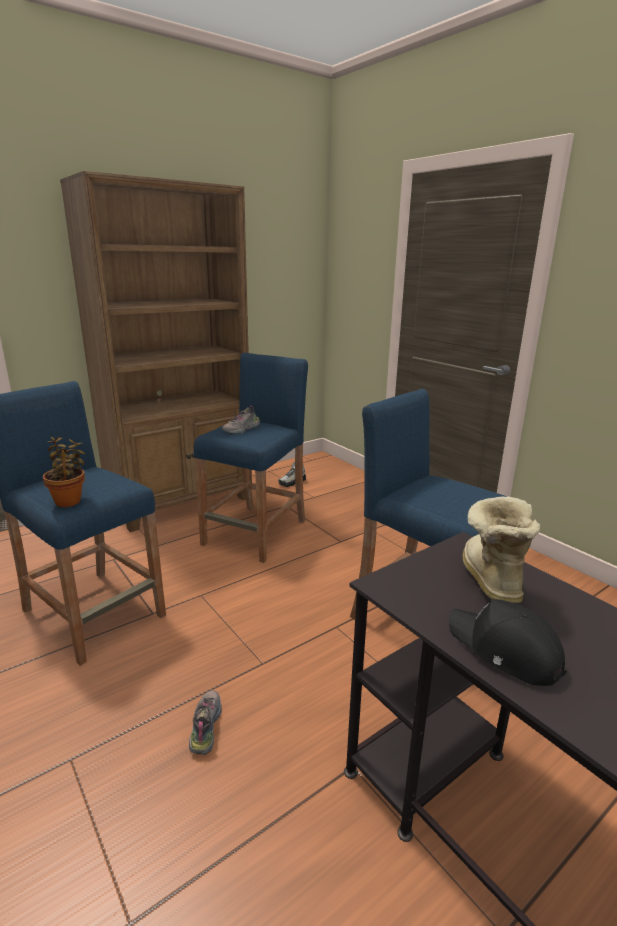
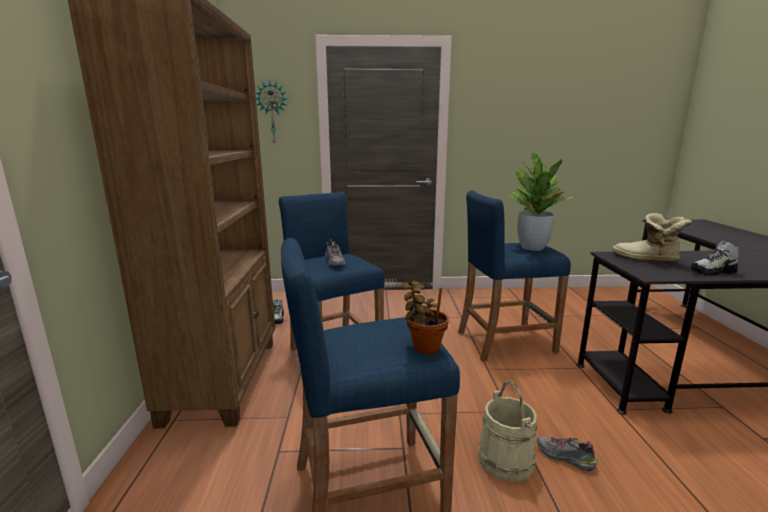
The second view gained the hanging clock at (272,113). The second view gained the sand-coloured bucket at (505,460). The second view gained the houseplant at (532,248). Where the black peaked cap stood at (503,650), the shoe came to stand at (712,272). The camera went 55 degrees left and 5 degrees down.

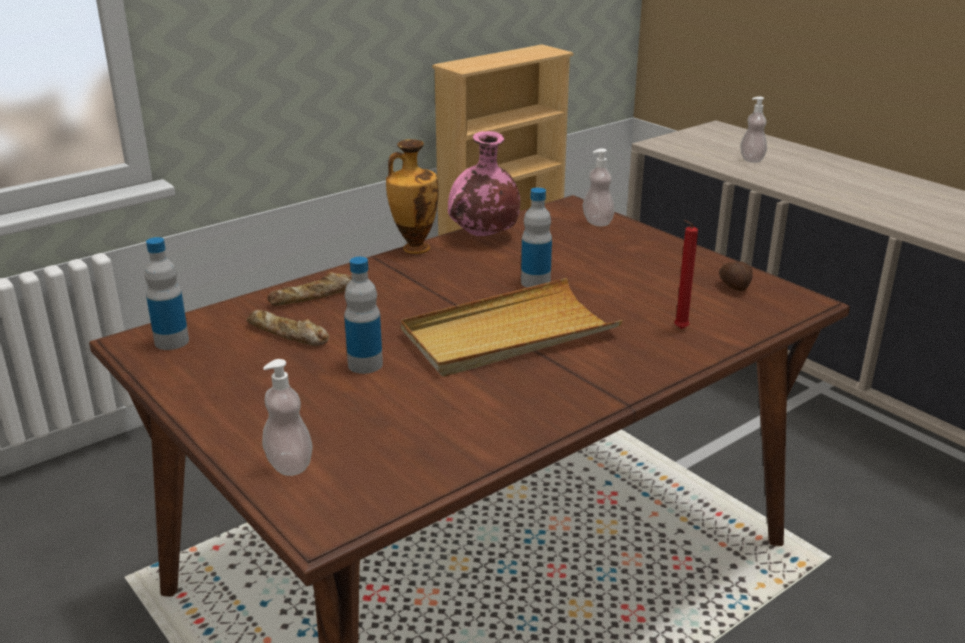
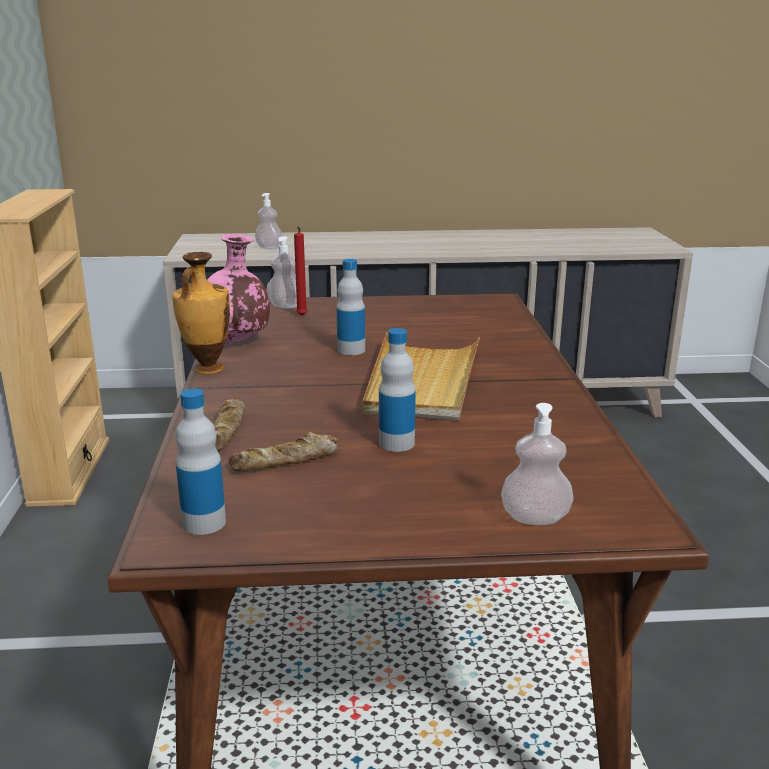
The red wax candle ended up elsewhere, having gone from (679,329) to (301,316). The second view lost the whole potato at (735,287). The camera went 55 degrees left and 5 degrees down.

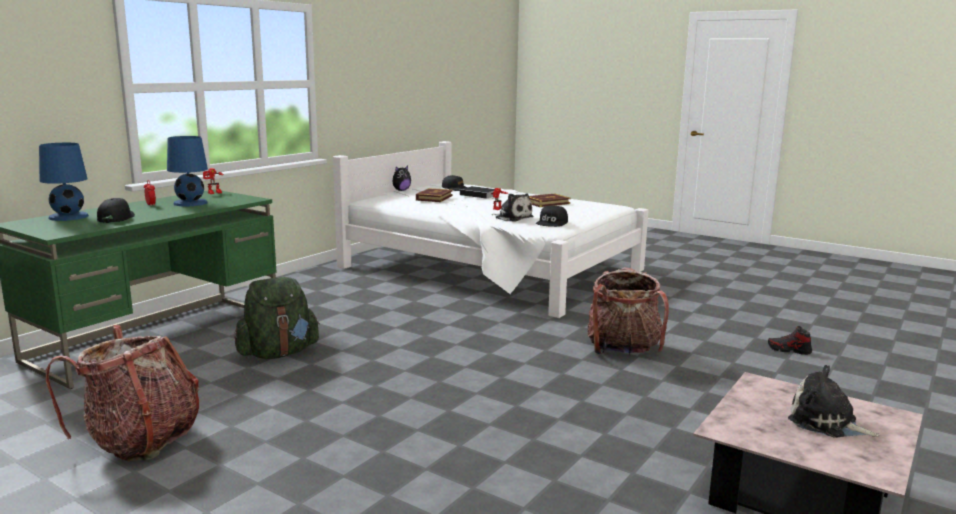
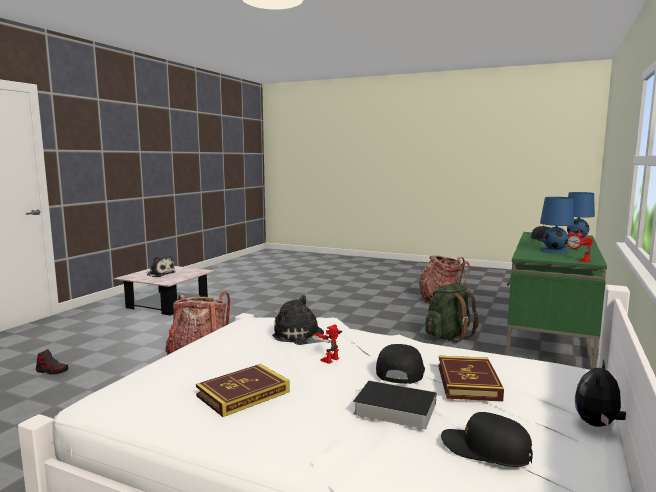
The black peaked cap ended up elsewhere, having gone from (552,223) to (399,370). The camera went 170 degrees right and 5 degrees down.

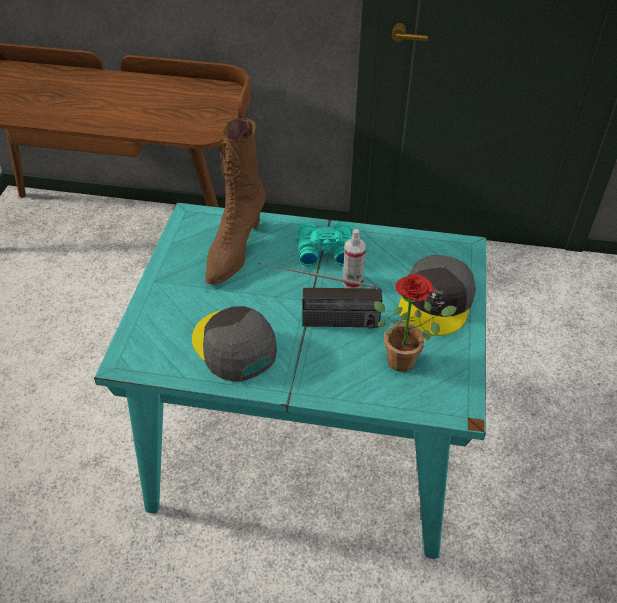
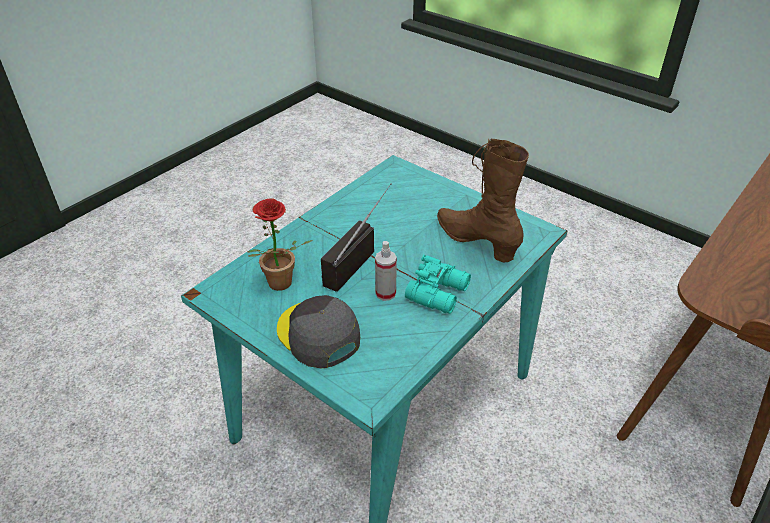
The second view lost the gray peaked cap at (233,346). The camera went 120 degrees right and 5 degrees down.

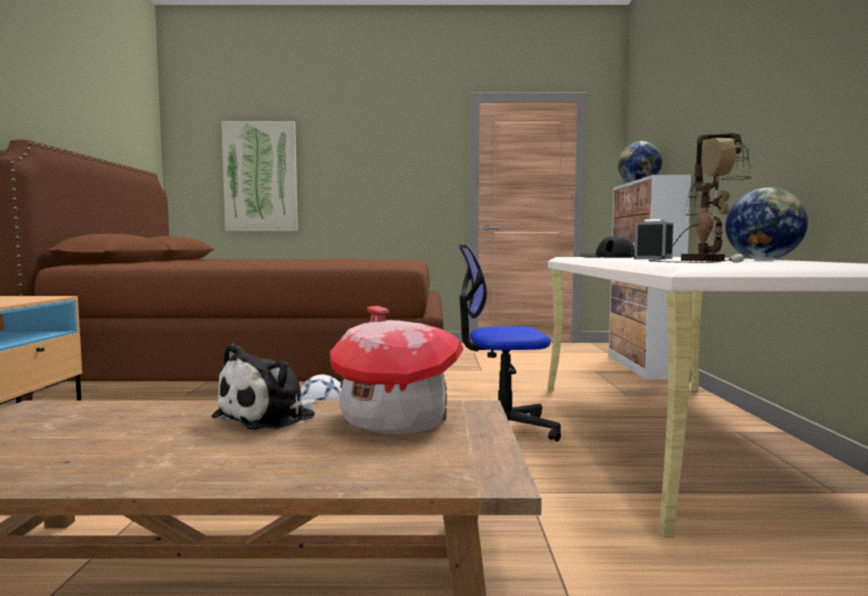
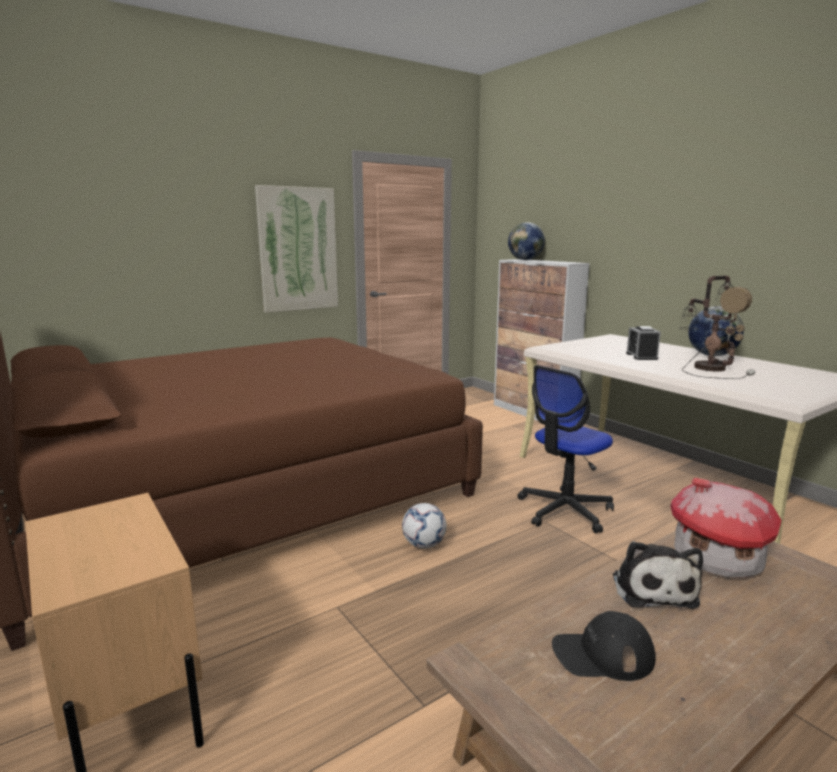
The wall art ended up elsewhere, having gone from (260,177) to (298,249). The black peaked cap ended up elsewhere, having gone from (607,257) to (602,654). The camera went 35 degrees left and 10 degrees up.

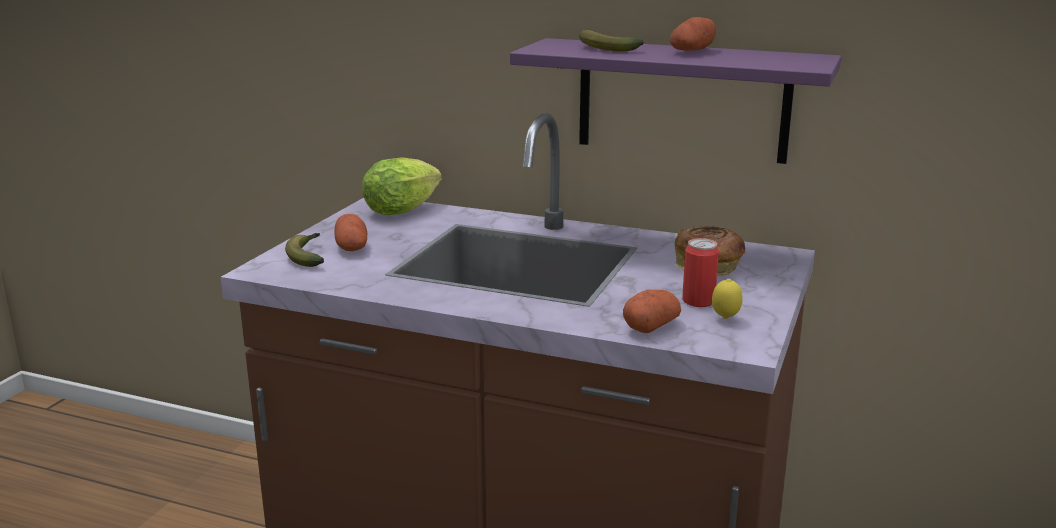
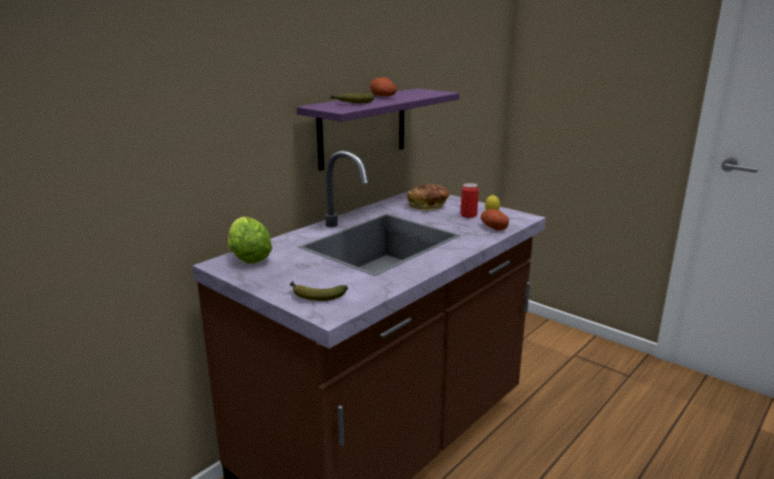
The second view lost the whole potato at (351,247). The camera went 70 degrees left and 0 degrees up.

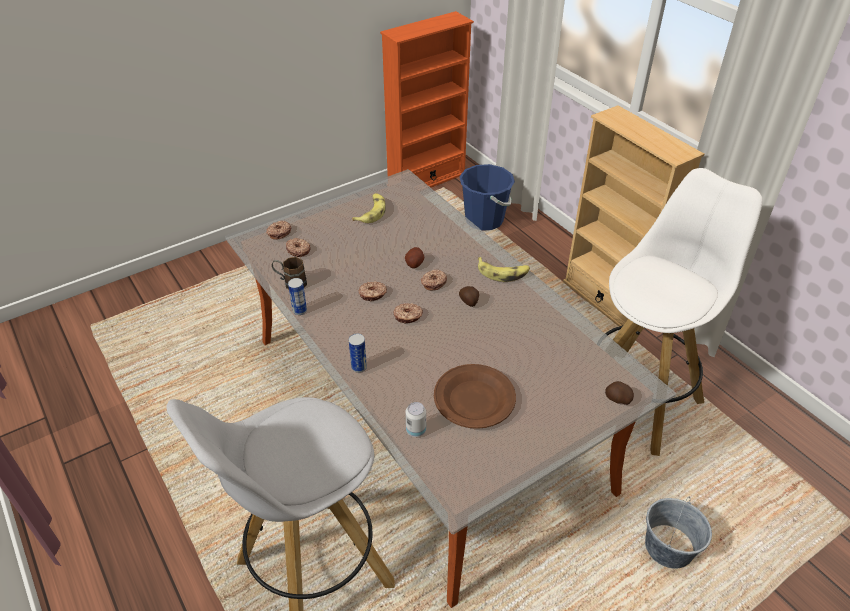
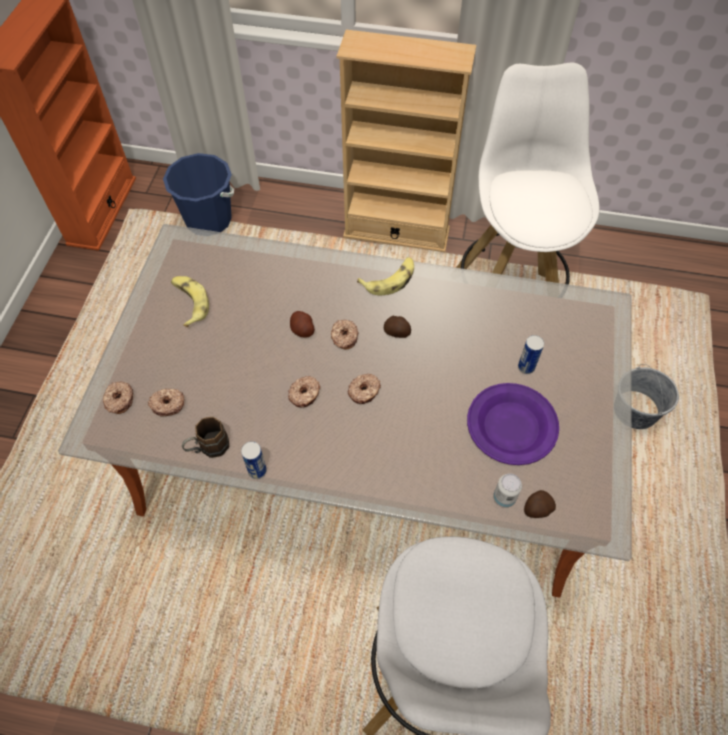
What was the brown plate at (473,399) turned into the purple plate at (510,426). The sealed can ended up elsewhere, having gone from (359,367) to (526,367). The whole potato ended up elsewhere, having gone from (617,399) to (536,509). The camera went 45 degrees left and 15 degrees up.

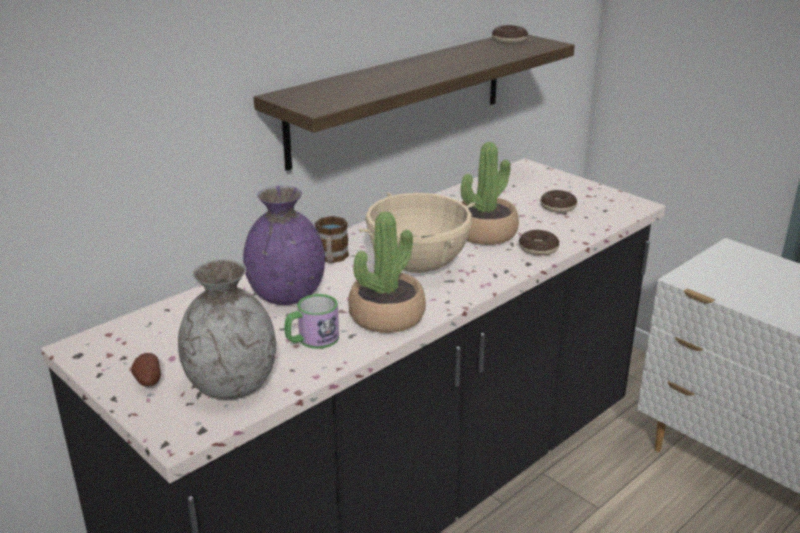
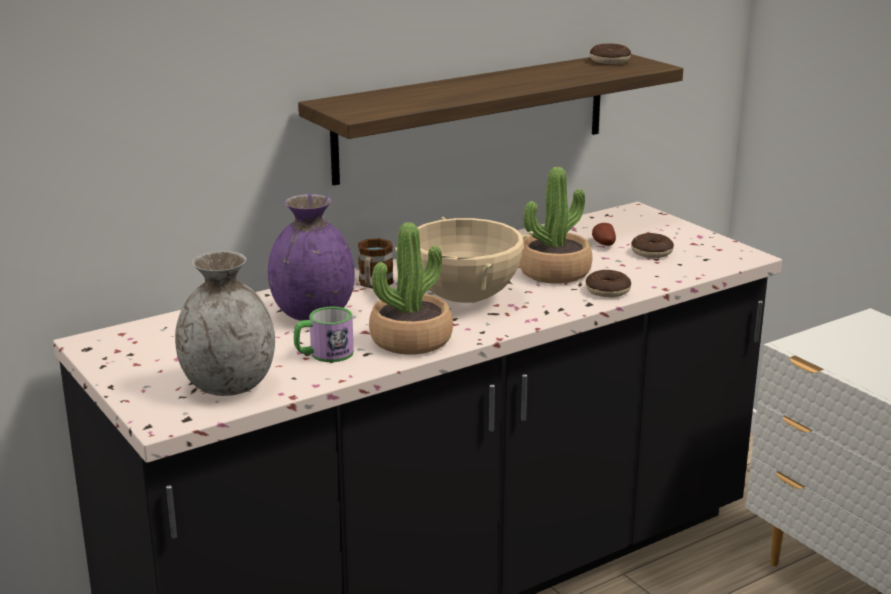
The whole potato ended up elsewhere, having gone from (147,381) to (603,244). The camera went 10 degrees right and 5 degrees down.

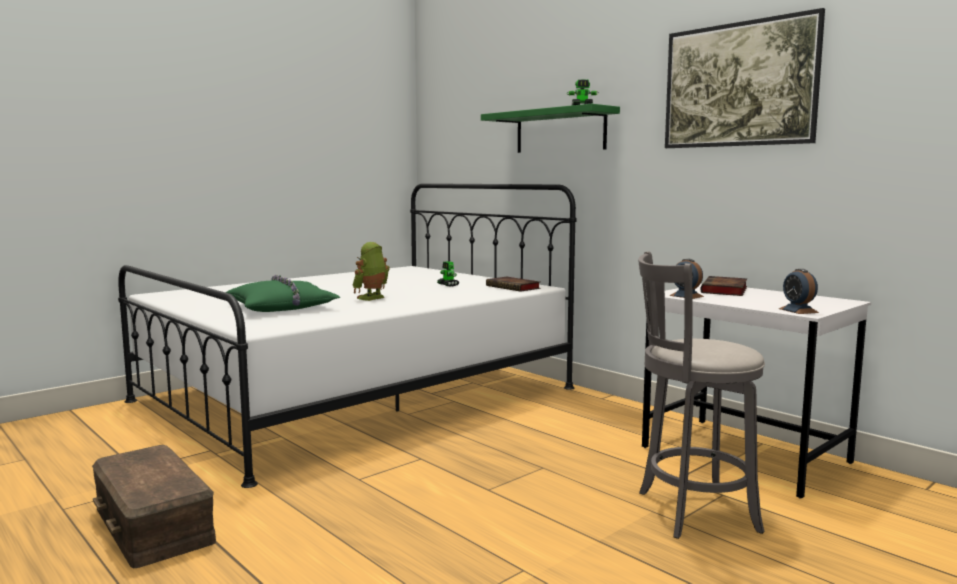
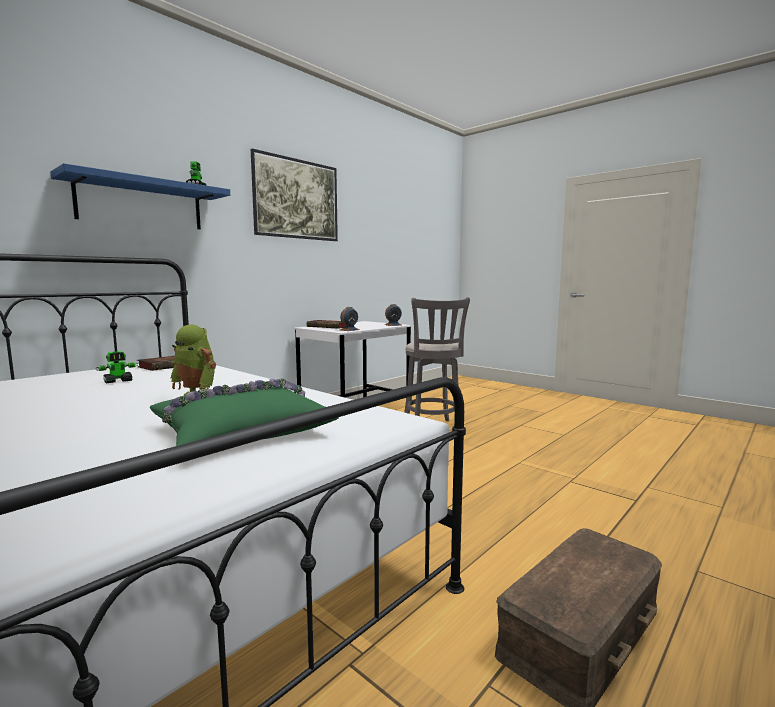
What was the greenish bracket shelf at (560,131) turned into the blue bracket shelf at (141,204). The camera went 95 degrees left and 0 degrees up.

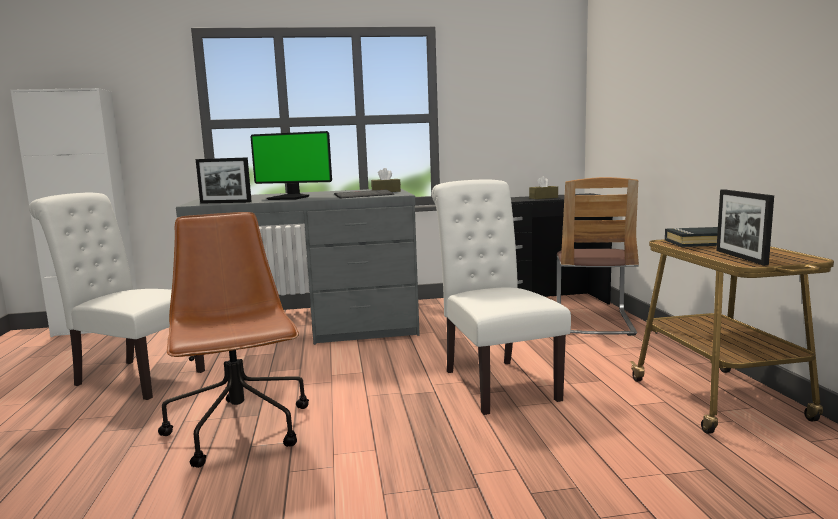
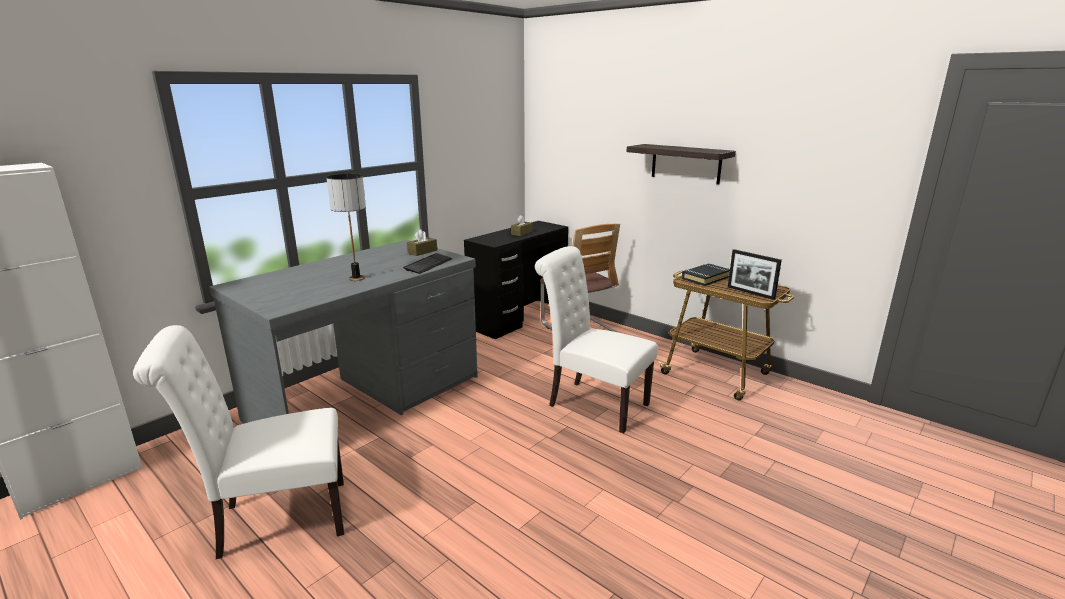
Where the computer screen stood at (290,198), the lamp for a table came to stand at (356,278). The second view gained the bracket shelf at (686,163). The second view lost the brown office chair at (240,430). The second view lost the picture frame at (225,202). The camera went 40 degrees left and 10 degrees up.

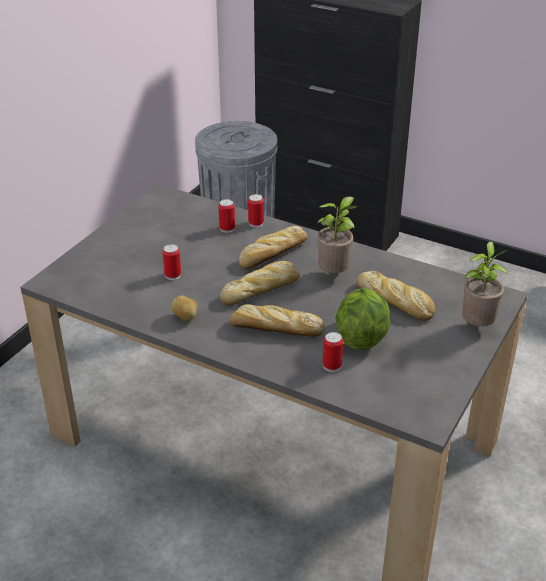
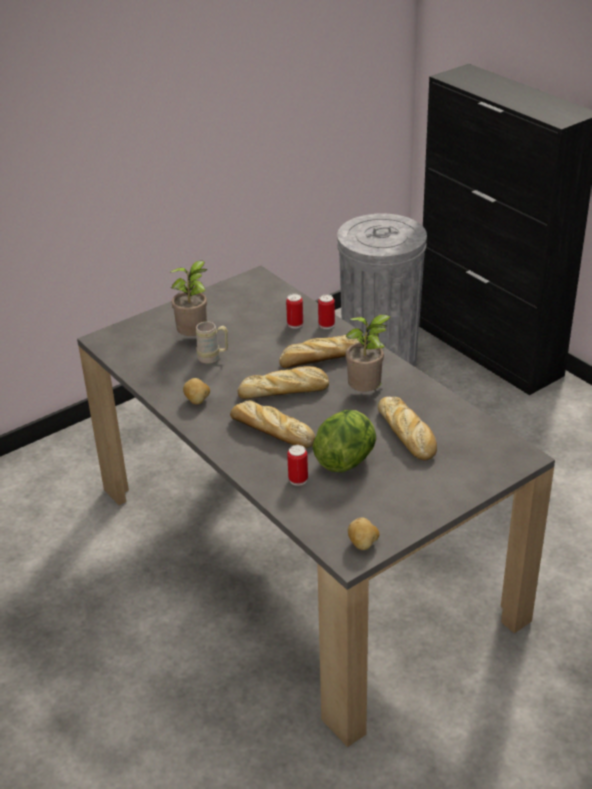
The houseplant ended up elsewhere, having gone from (477,326) to (195,338). Where the sealed can stood at (172,275), the sand-coloured coffee mug came to stand at (213,358). The second view gained the whole potato at (363,544). The camera went 25 degrees right and 0 degrees up.

